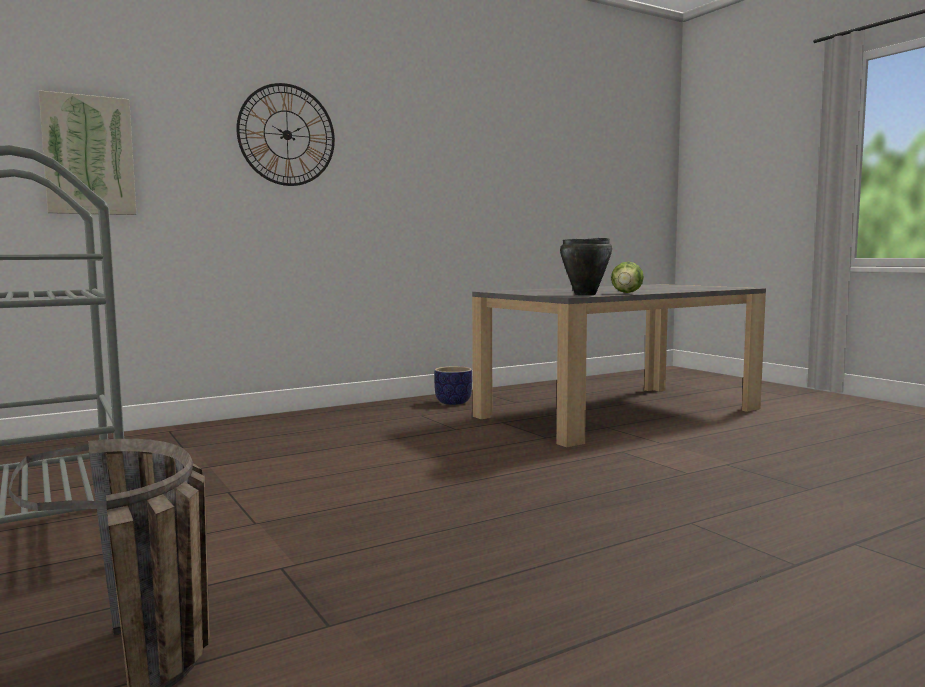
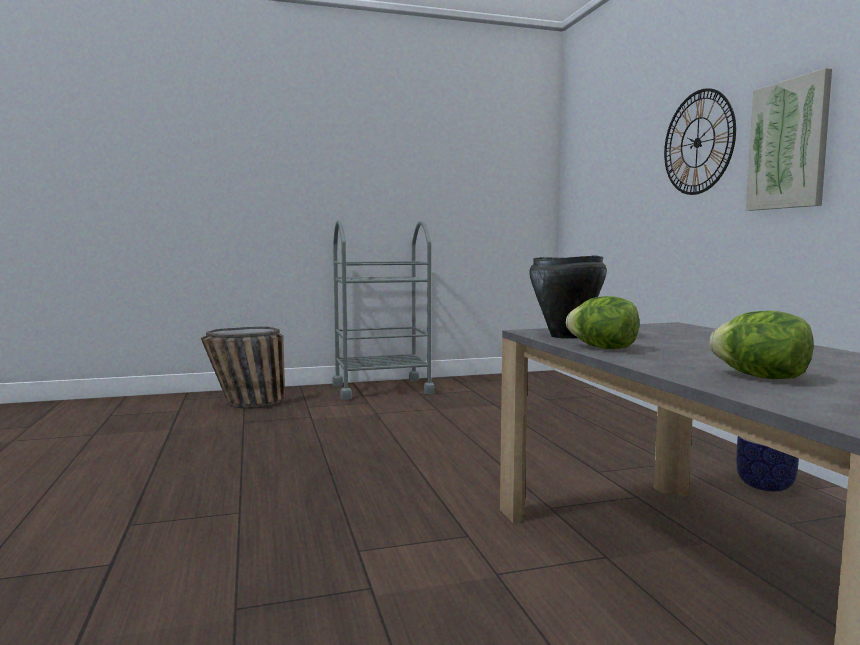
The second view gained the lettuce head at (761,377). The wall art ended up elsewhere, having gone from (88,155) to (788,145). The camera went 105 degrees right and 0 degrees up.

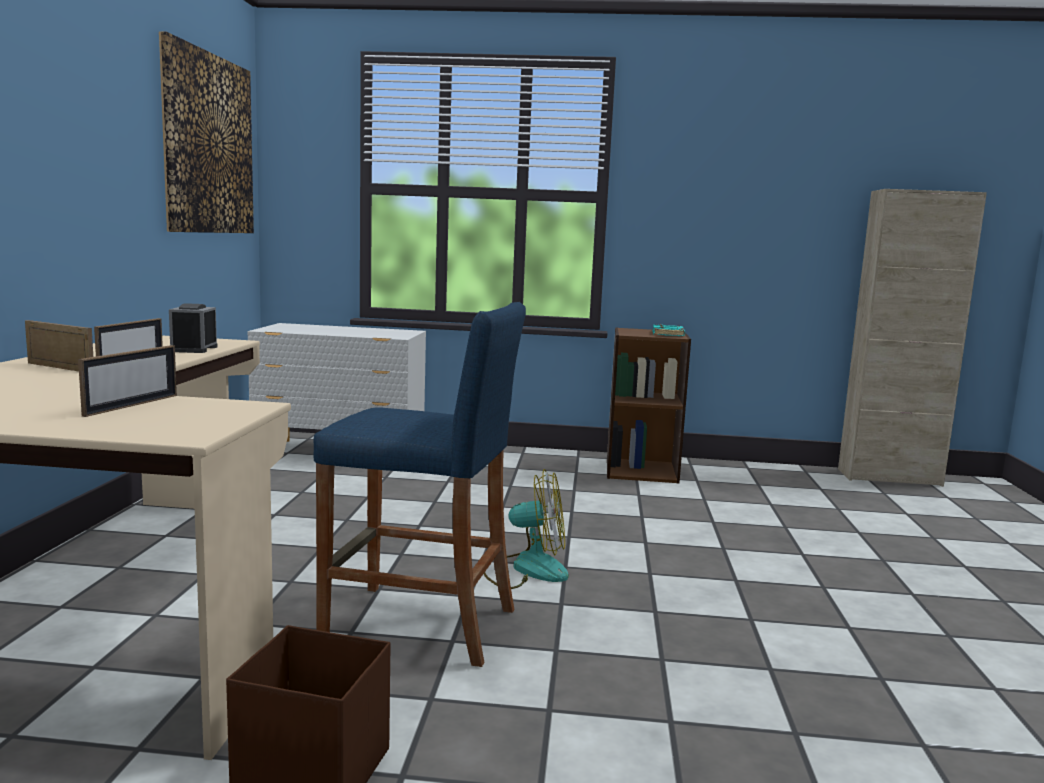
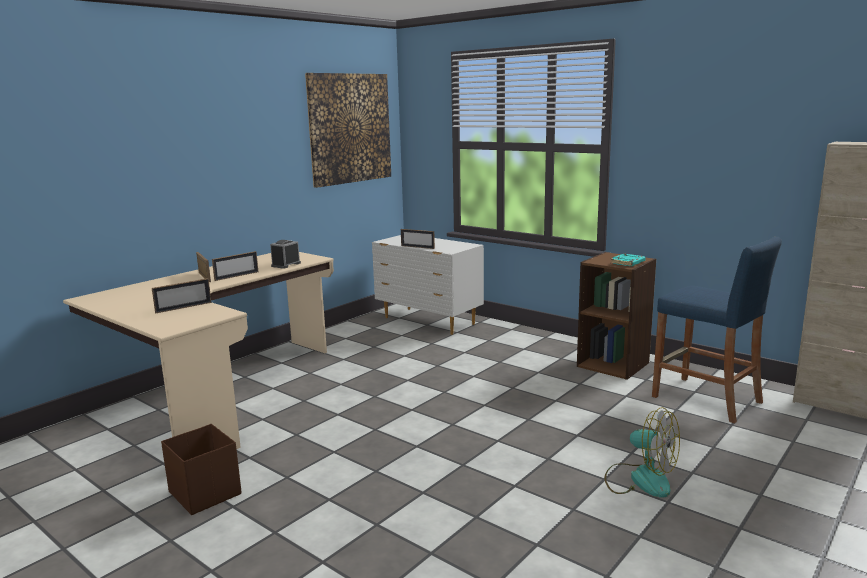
The second view gained the picture frame at (417,247). The fan ended up elsewhere, having gone from (526,569) to (640,479). The blue sitting stool ended up elsewhere, having gone from (419,624) to (706,399). The camera went 35 degrees right and 5 degrees up.

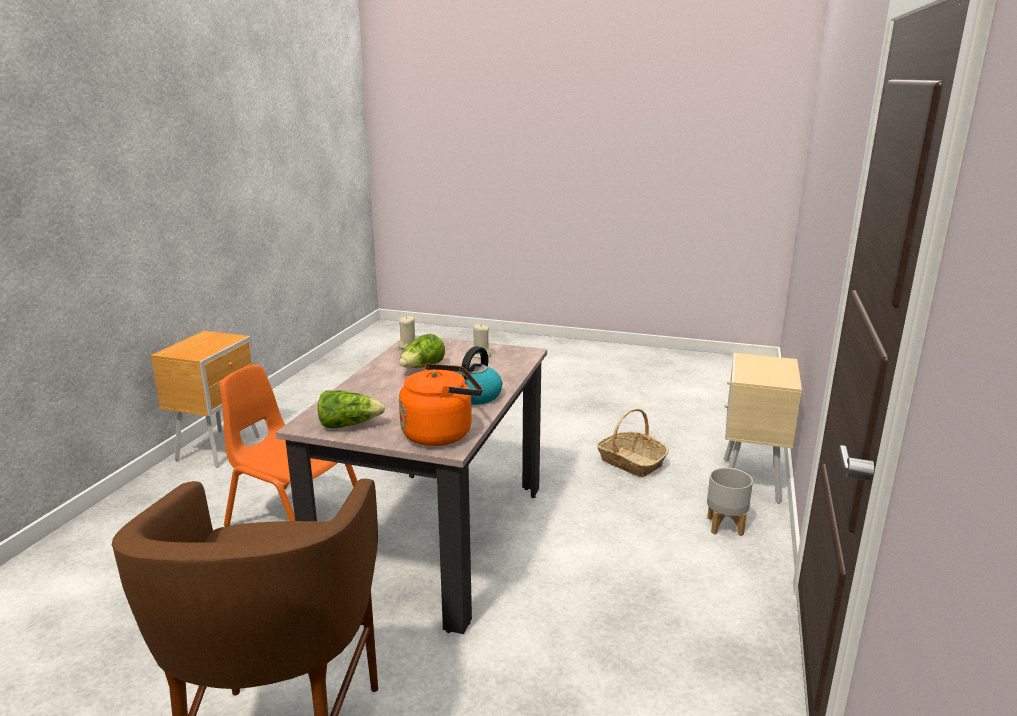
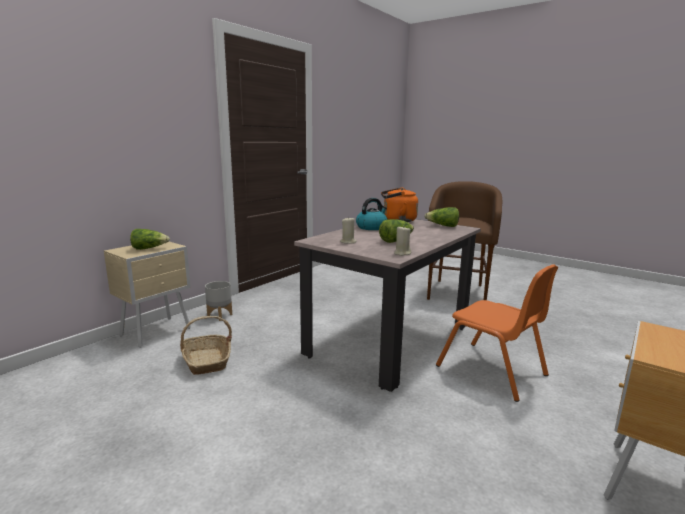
The second view gained the lettuce head at (149,248). The camera went 160 degrees left and 5 degrees down.

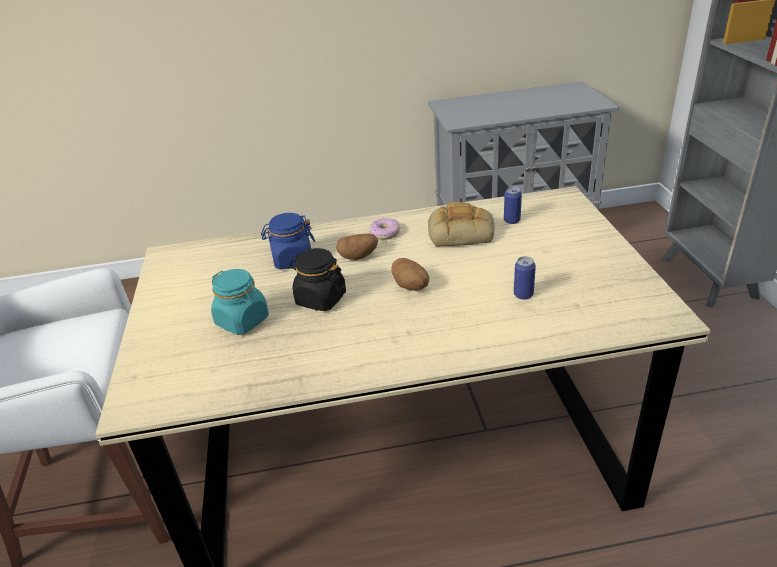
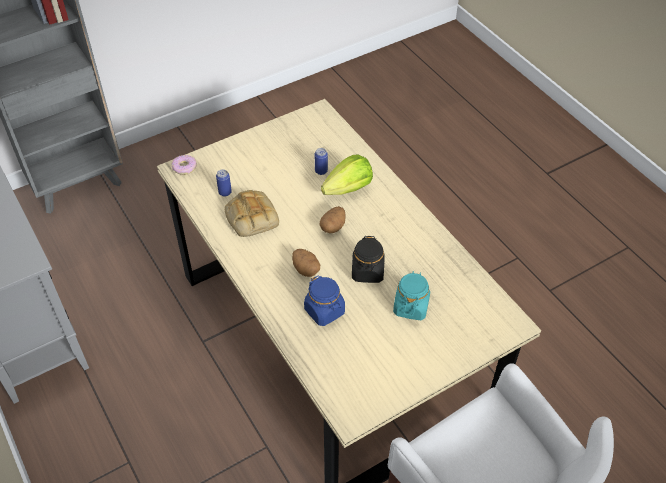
The donut ended up elsewhere, having gone from (385,233) to (184,168). The second view gained the lettuce head at (348,189). The camera went 115 degrees left and 15 degrees up.

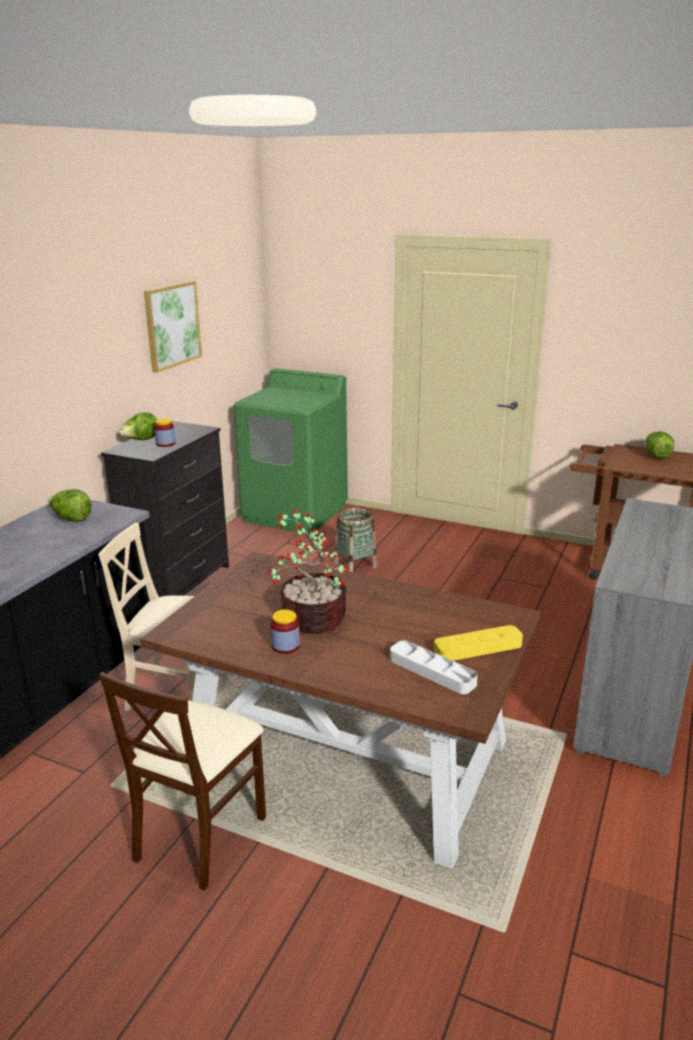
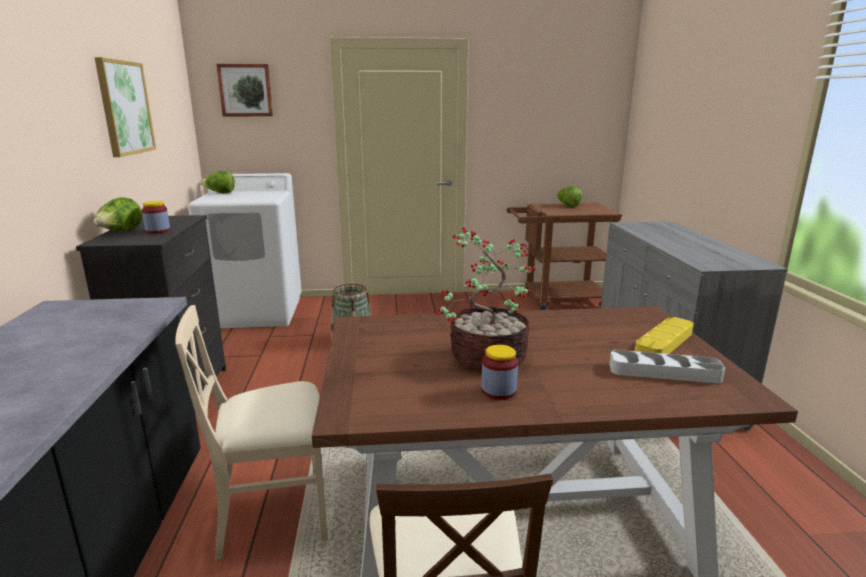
What was the greenish laundry appliance at (295,513) turned into the white-coloured laundry appliance at (257,312). The lettuce head ended up elsewhere, having gone from (71,519) to (220,193). The second view gained the wall art at (246,90). The camera went 30 degrees left and 5 degrees down.

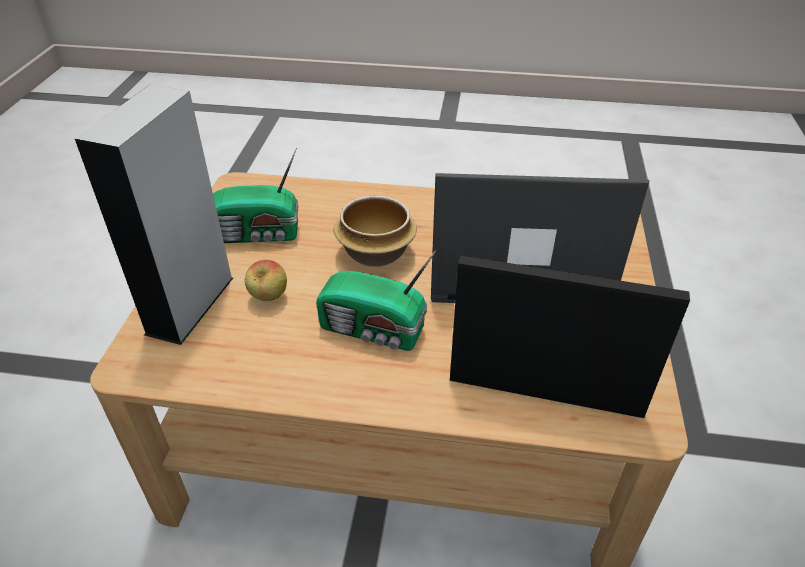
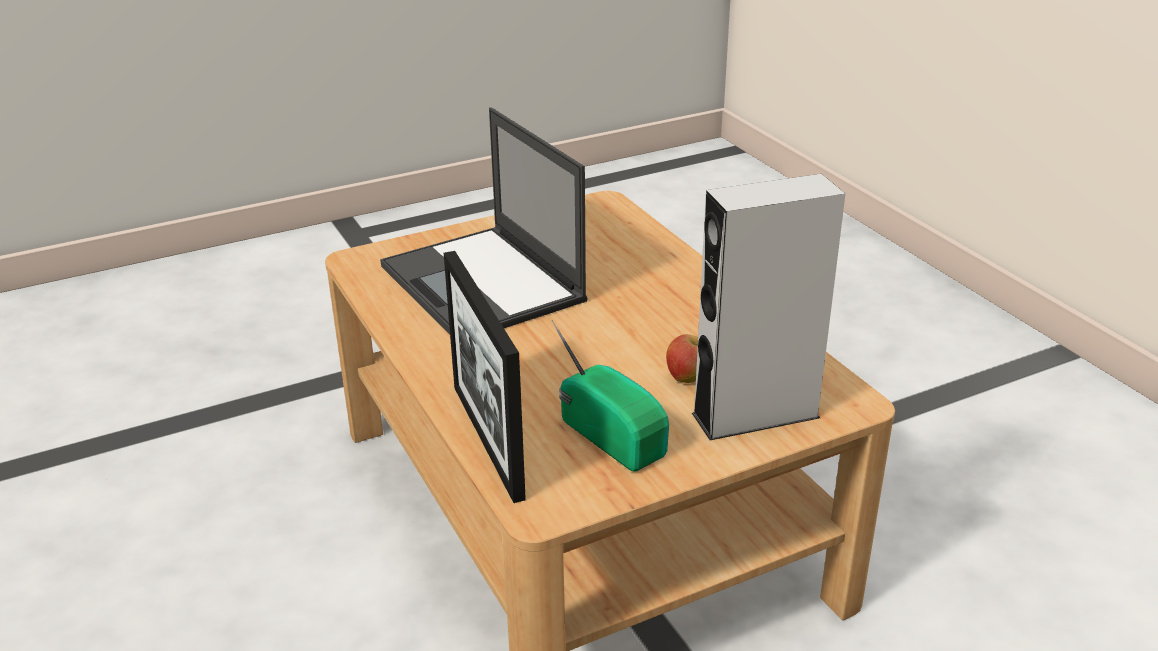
The picture frame ended up elsewhere, having gone from (544,394) to (487,440). The second view lost the radio receiver at (374,331). The second view lost the bowl at (374,253). The camera went 125 degrees left and 10 degrees down.

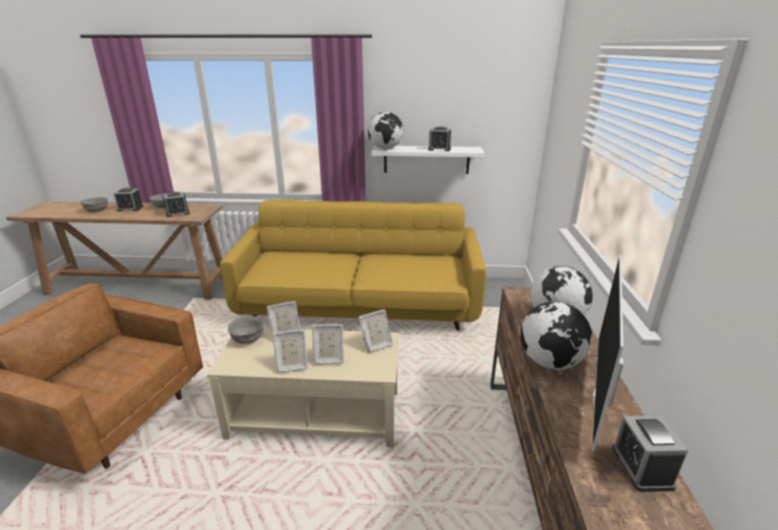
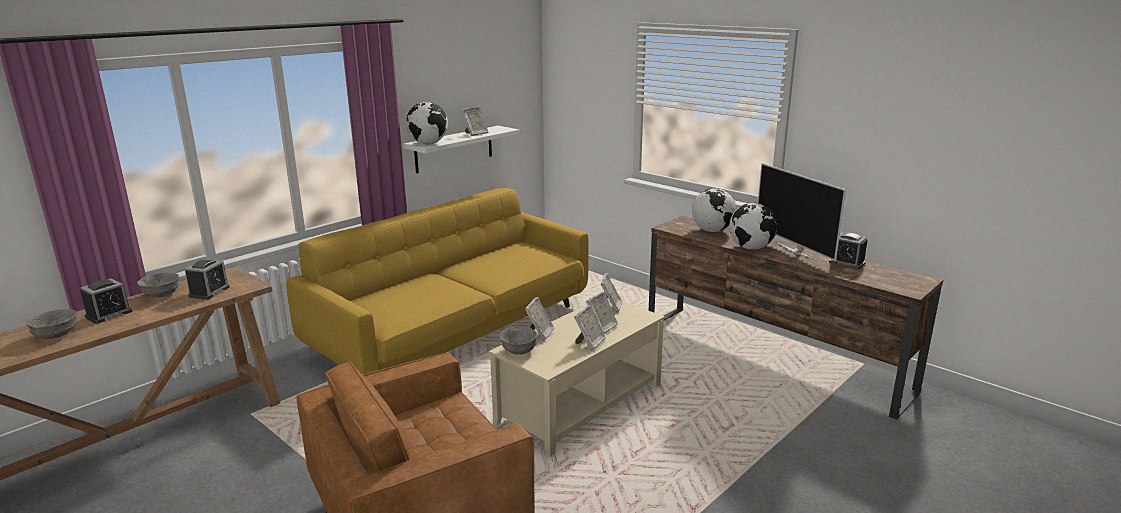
Where the table clock stood at (439,149), the picture frame came to stand at (475,134). The camera went 50 degrees left and 5 degrees down.

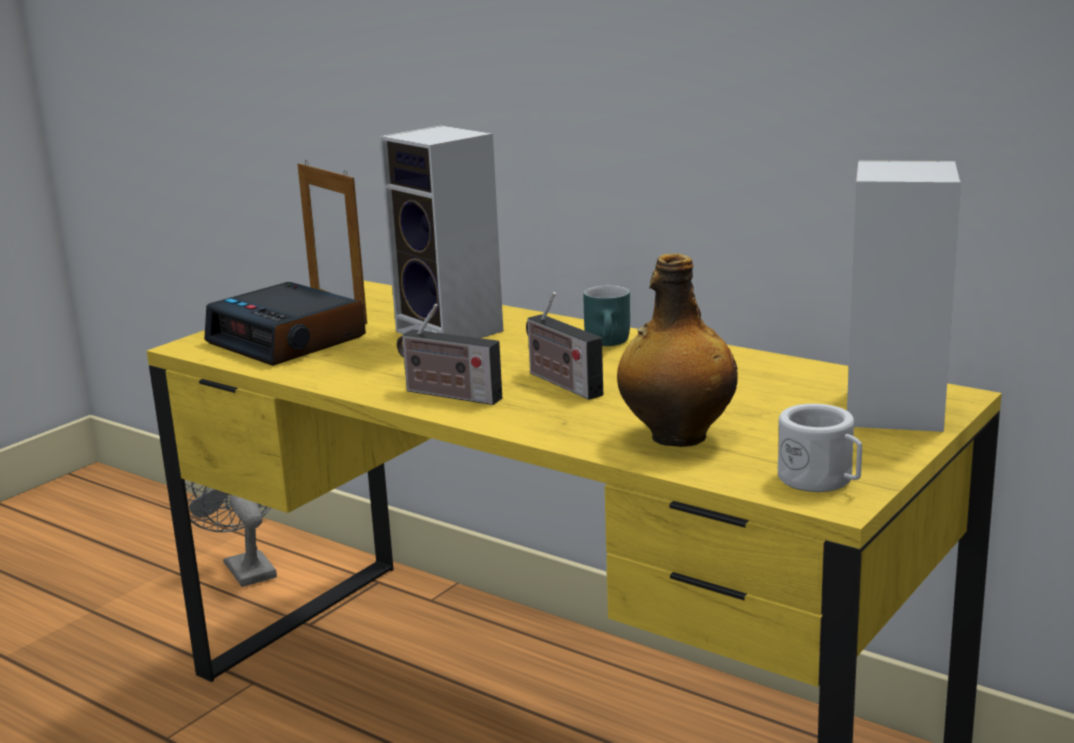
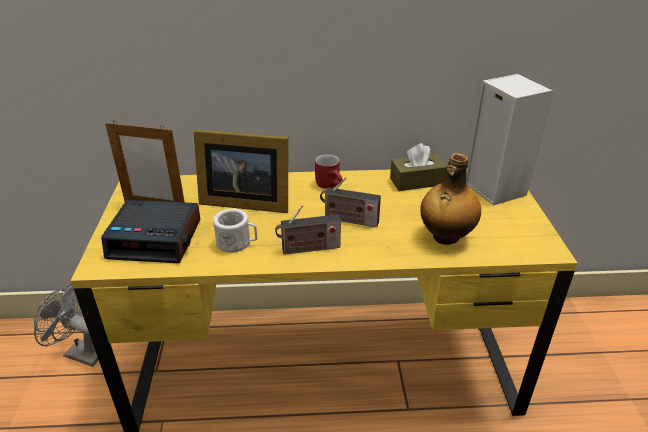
Where the audio speaker stood at (453,331), the picture frame came to stand at (243,201). The white-coloured coffee mug ended up elsewhere, having gone from (821,481) to (237,243). What was the turquoise-coloured coffee mug at (611,342) turned into the red coffee mug at (331,184). The second view gained the brown box of tissues at (417,181). The camera went 40 degrees left and 15 degrees up.

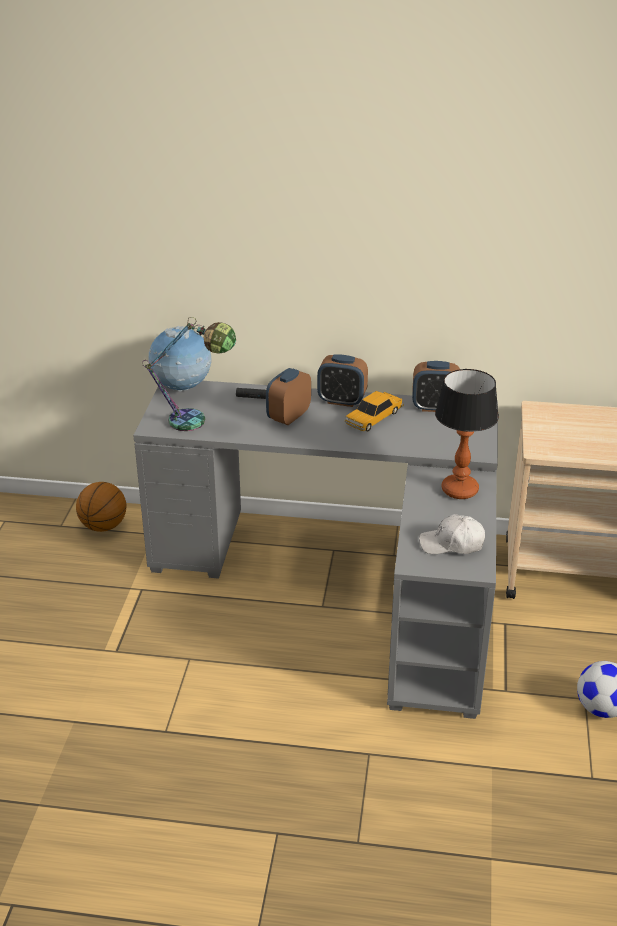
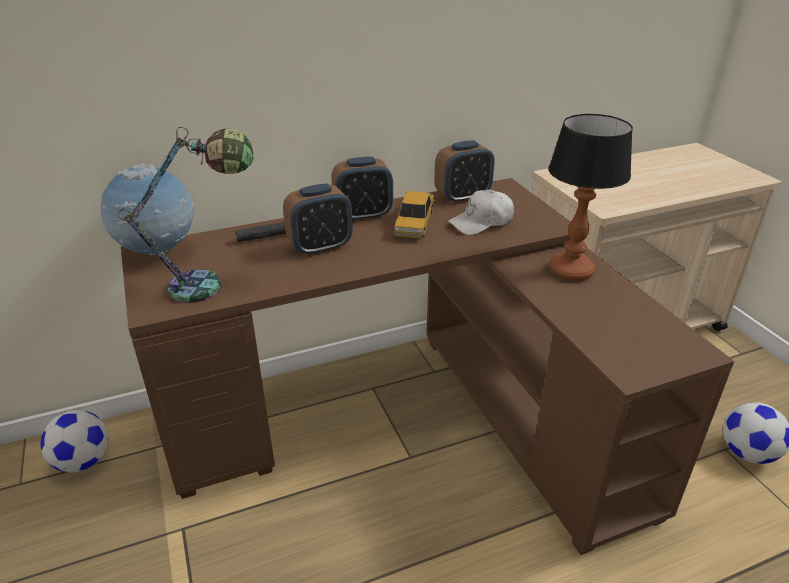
Where the basketball ball stood at (104,526), the football ball came to stand at (83,461). What was the gray desk unit at (348,580) turned into the brown desk unit at (413,415). The table clock at (288,417) ended up facing another way, 120 degrees counterclockwise from before. The white-coloured peaked cap ended up elsewhere, having gone from (452,544) to (481,222). The camera went 30 degrees left and 0 degrees up.

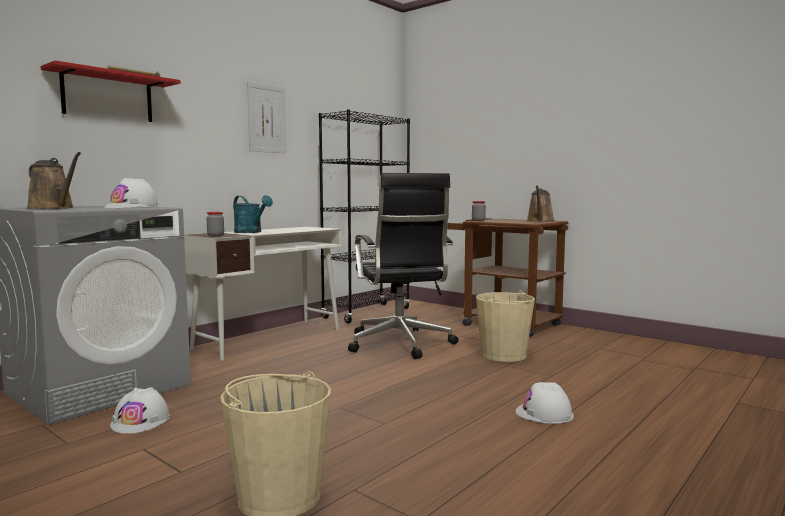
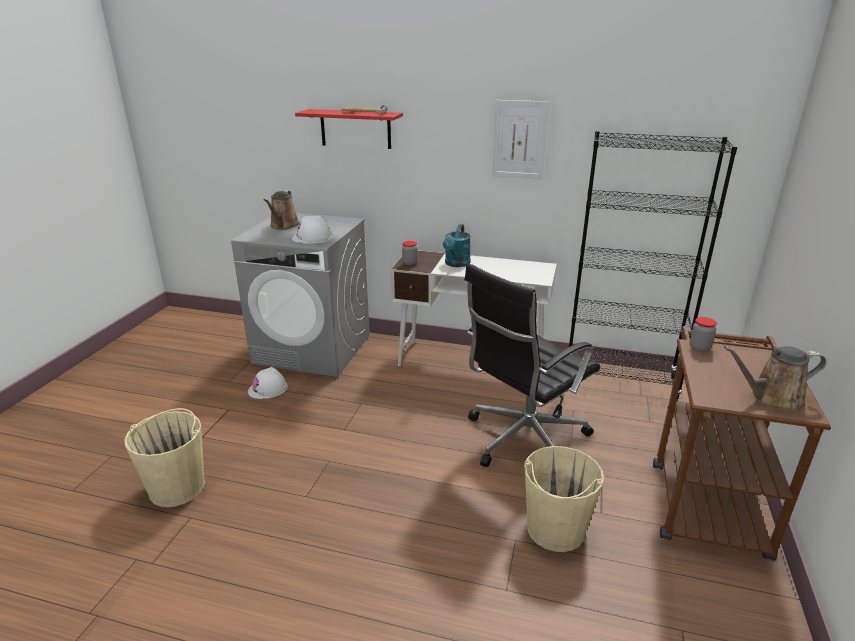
The second view lost the white-coloured safety helmet at (544,413). The camera went 65 degrees right and 20 degrees up.

